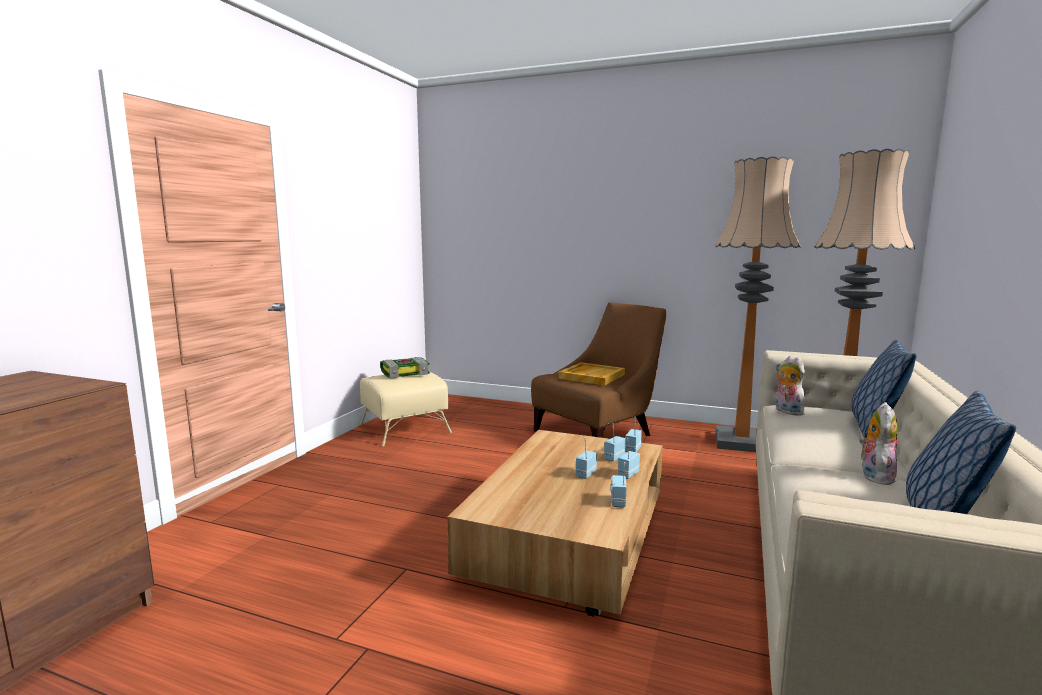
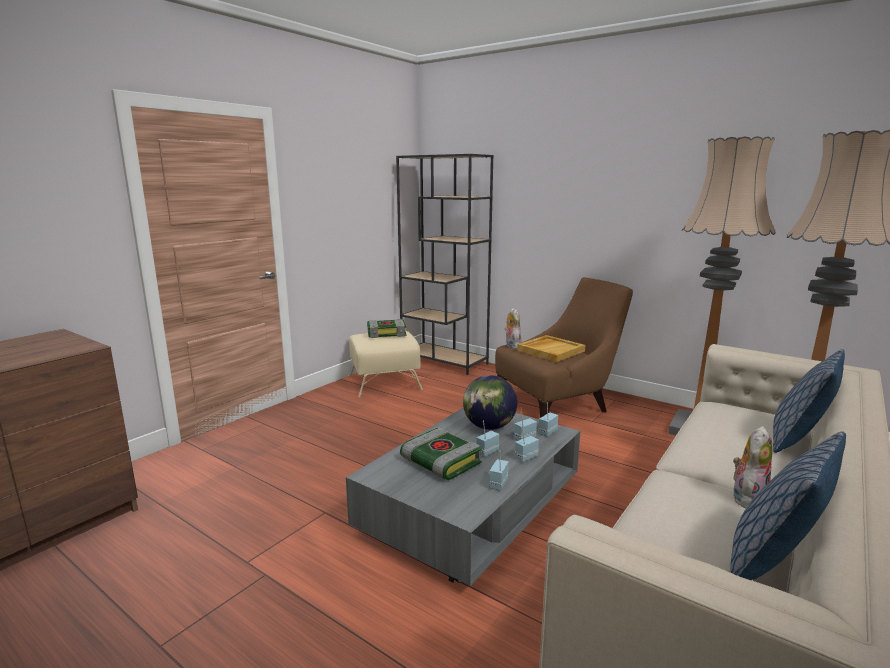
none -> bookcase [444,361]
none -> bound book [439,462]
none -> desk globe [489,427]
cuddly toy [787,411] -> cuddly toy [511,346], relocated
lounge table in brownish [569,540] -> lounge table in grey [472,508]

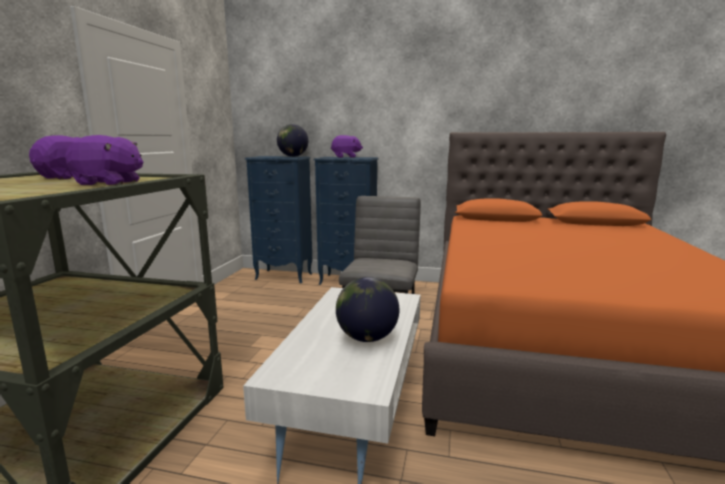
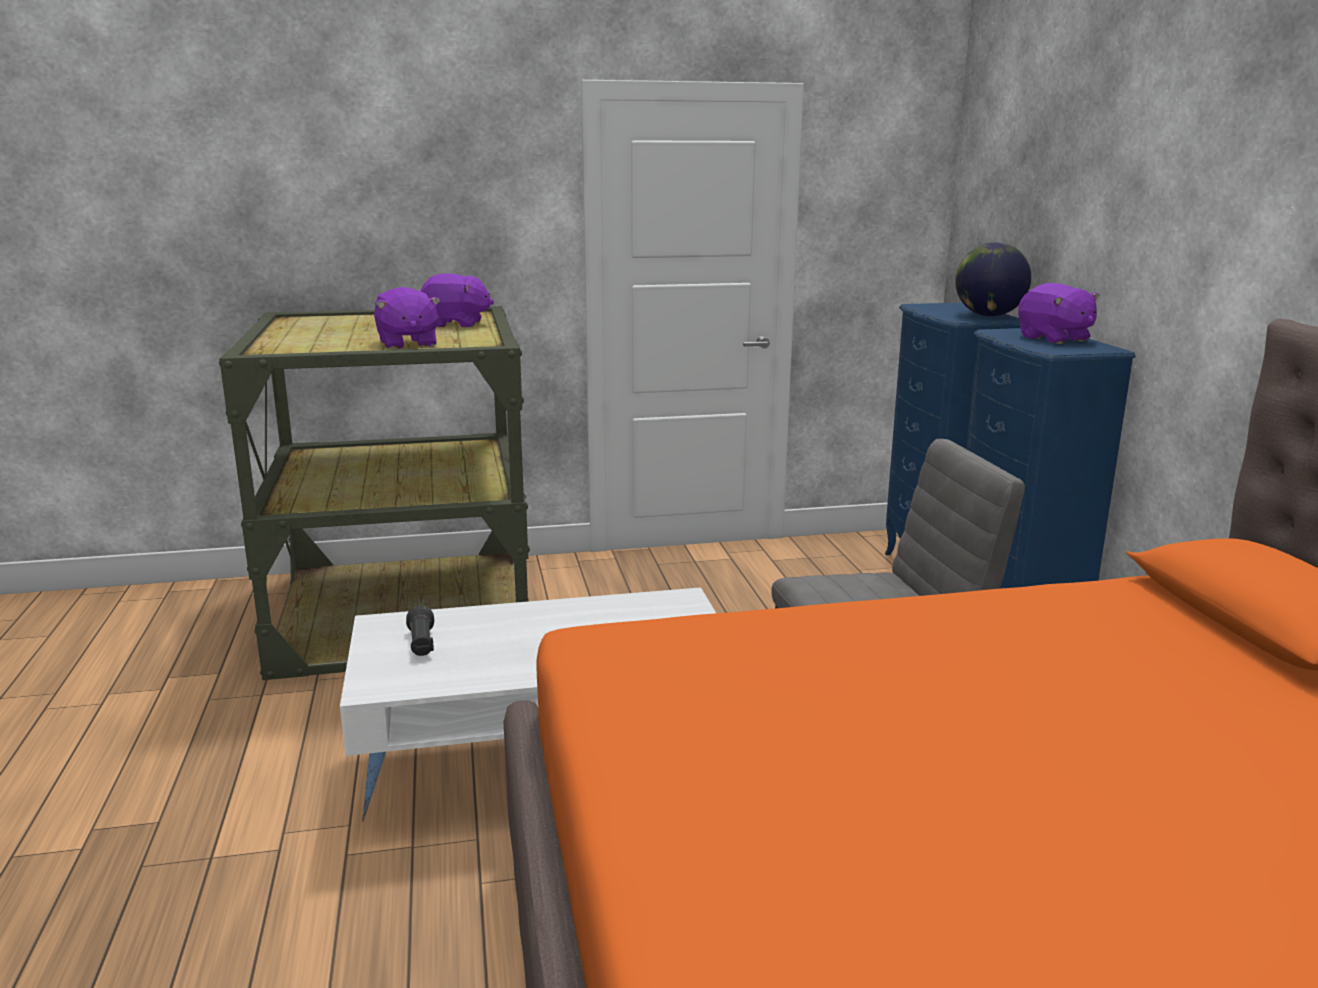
desk globe [367,338] -> none
none -> hand torch in black-coloured [421,644]

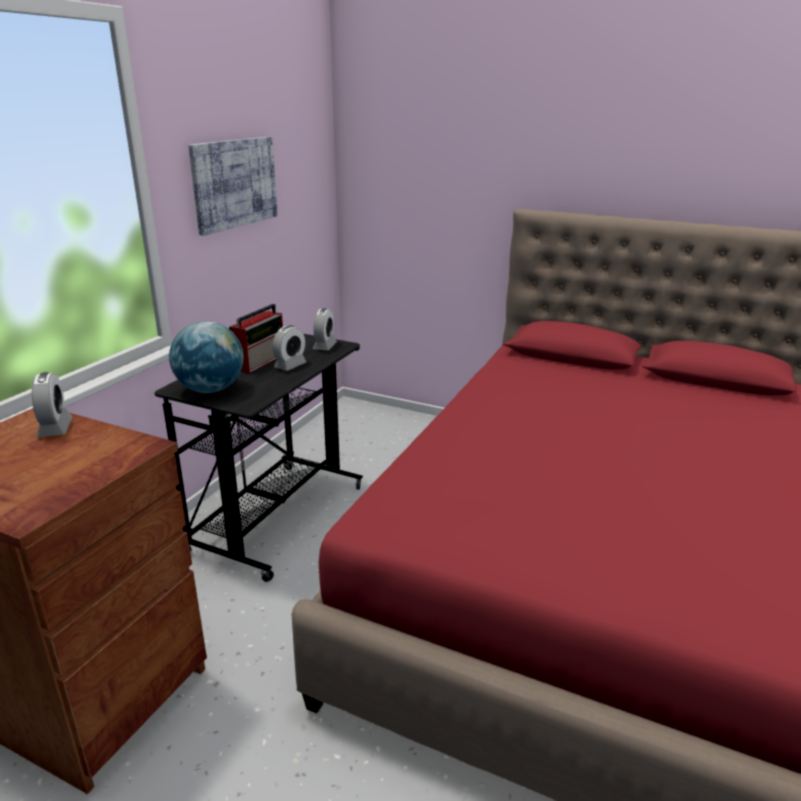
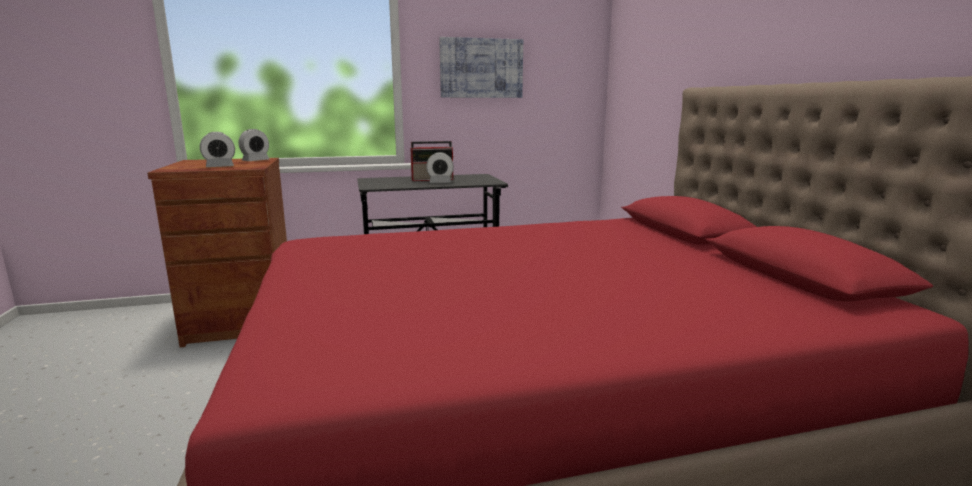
desk globe [211,389] -> none
bedside clock [324,346] -> bedside clock [220,167], relocated

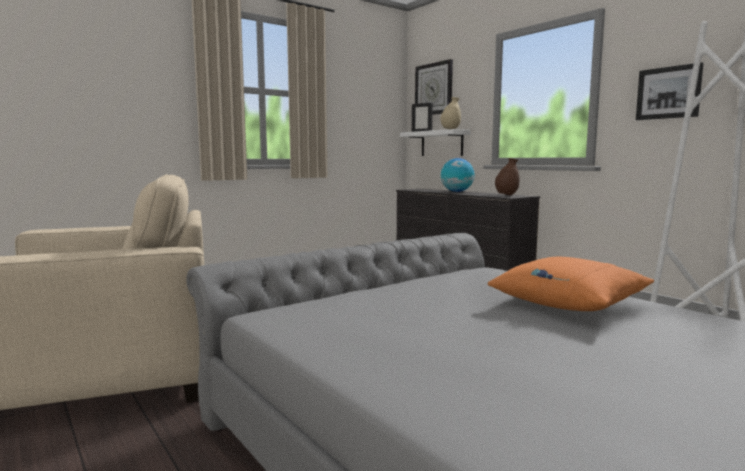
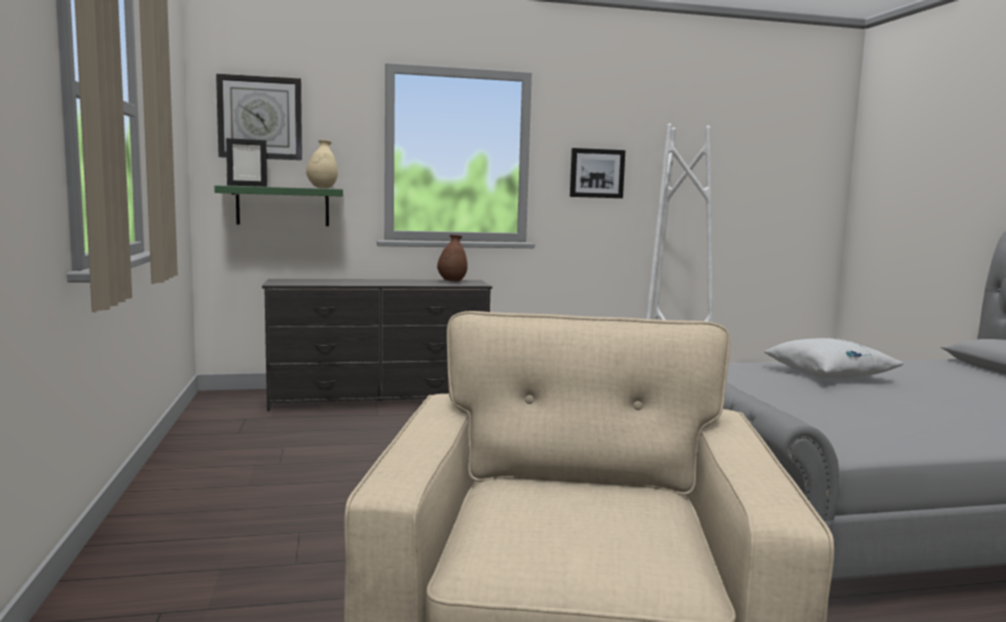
desk globe [457,191] -> none
wall shelf in whitish [442,143] -> wall shelf in green [283,206]
cushion in orangey [568,305] -> cushion in grey [829,375]

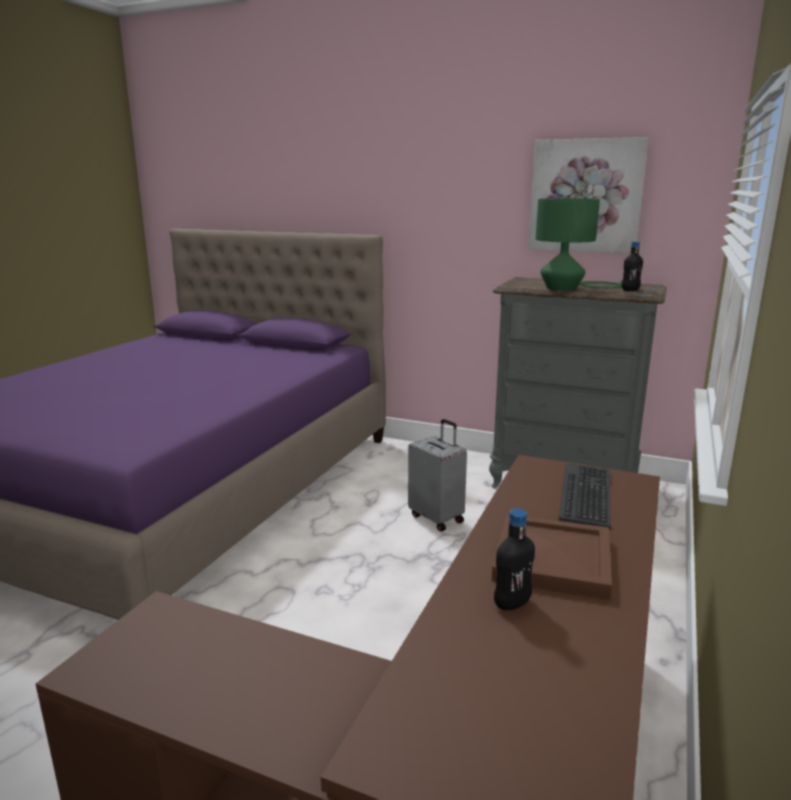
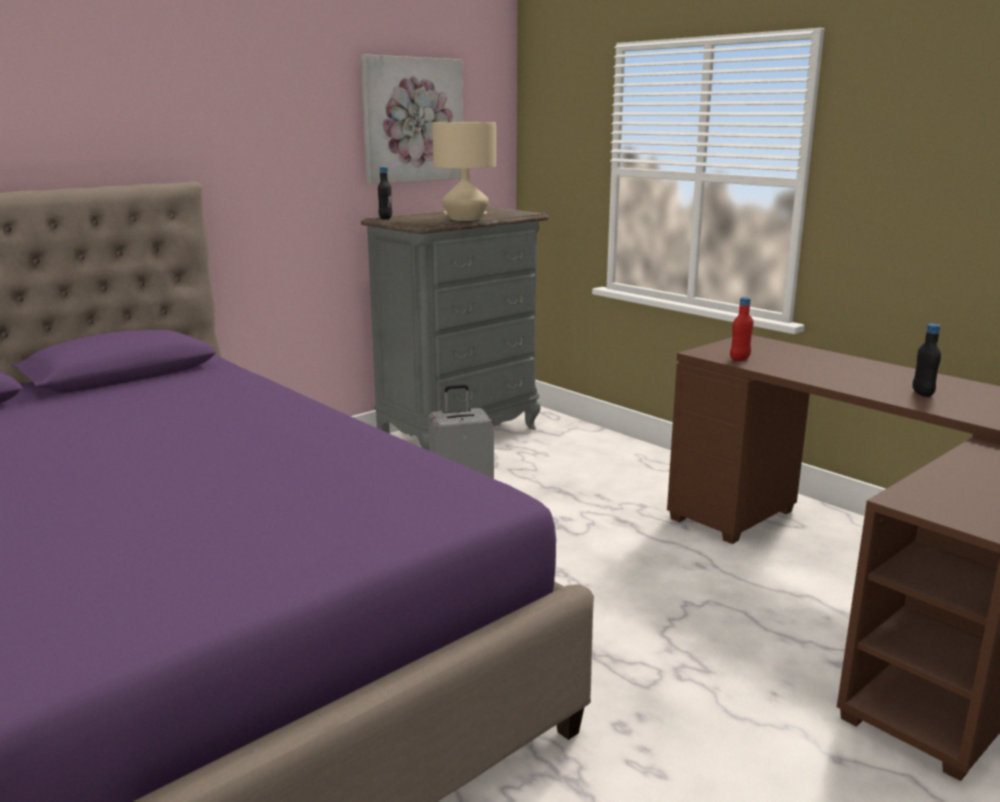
carrying tray in brownish [550,560] -> none
computer keyboard [587,495] -> none
none -> beverage bottle in red-coloured [740,359]
beverage bottle in black-coloured [630,290] -> beverage bottle in black-coloured [385,218], relocated
table lamp in green [577,287] -> table lamp in beige [465,216]

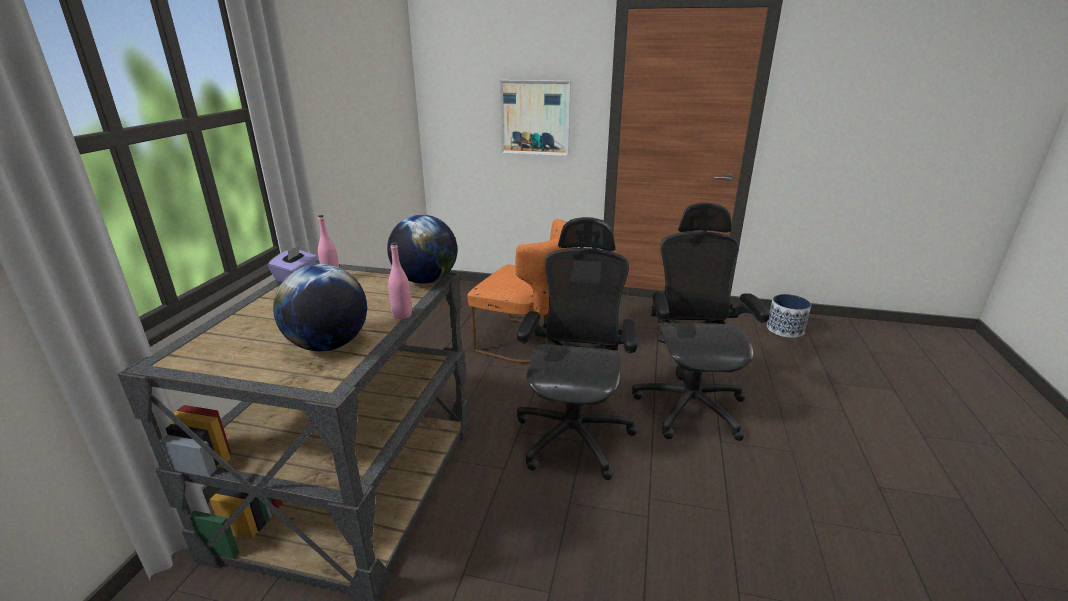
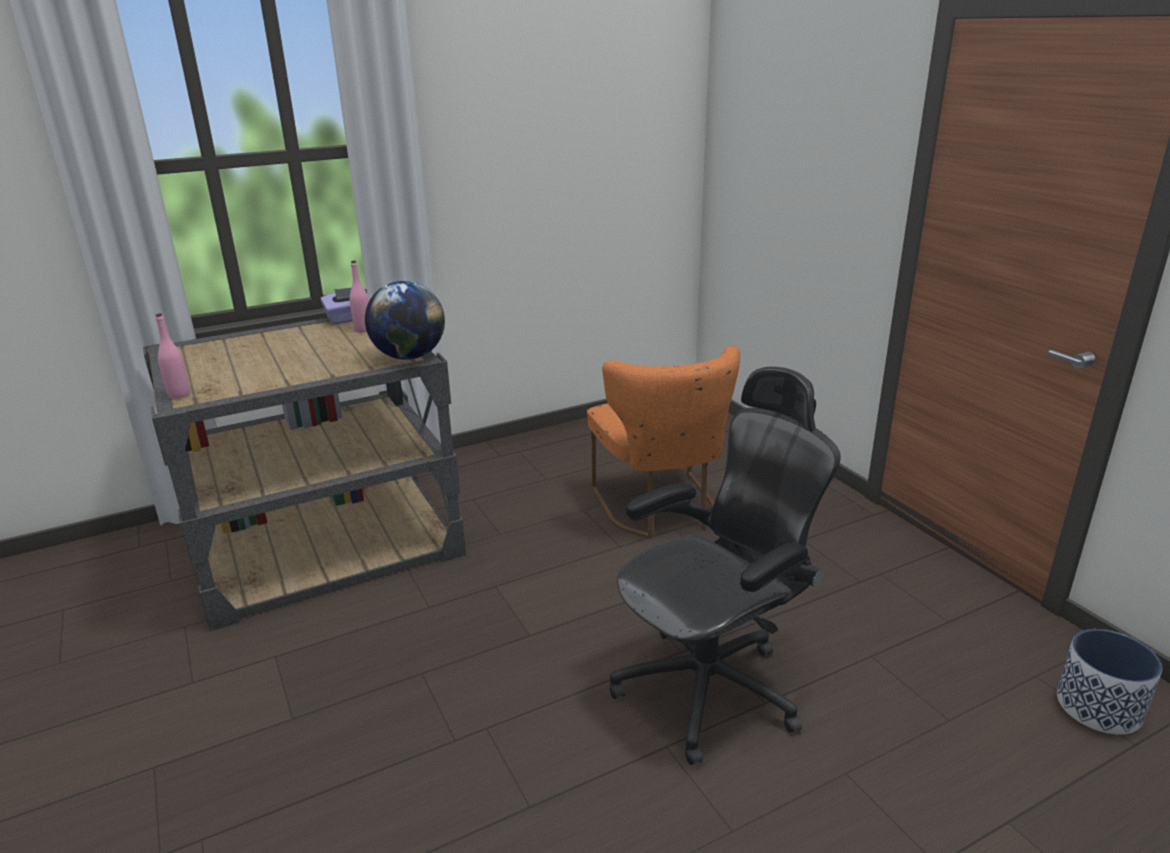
desk globe [329,345] -> none
picture [535,117] -> none
computer chair [574,433] -> none
beverage bottle in pinkish [402,315] -> beverage bottle in pinkish [179,394], relocated

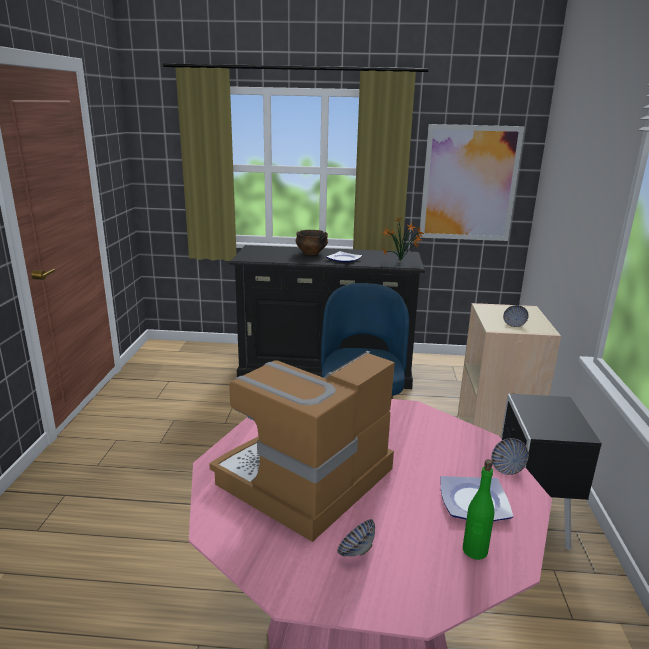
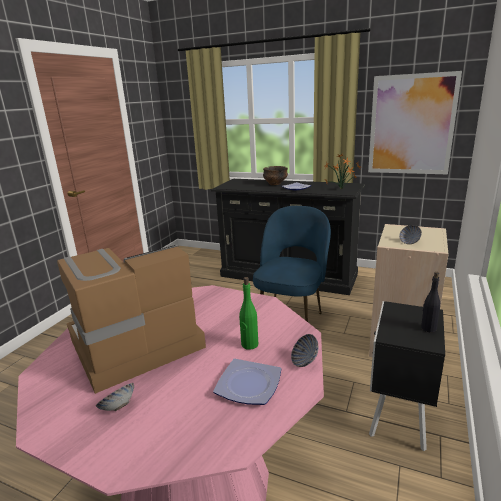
none -> beverage bottle in black-coloured [428,328]
beverage bottle in green [474,551] -> beverage bottle in green [249,344], relocated

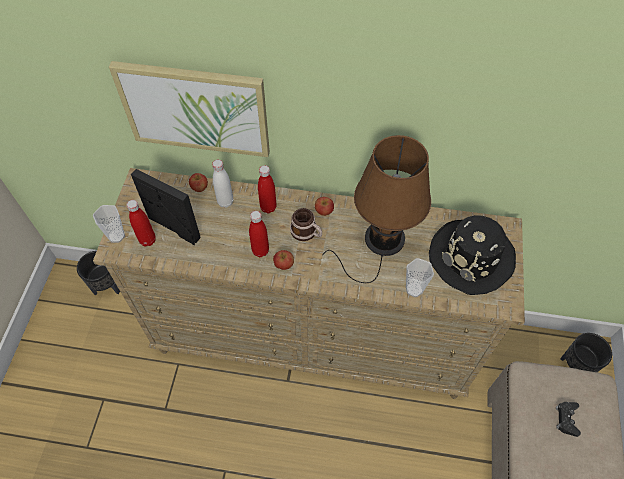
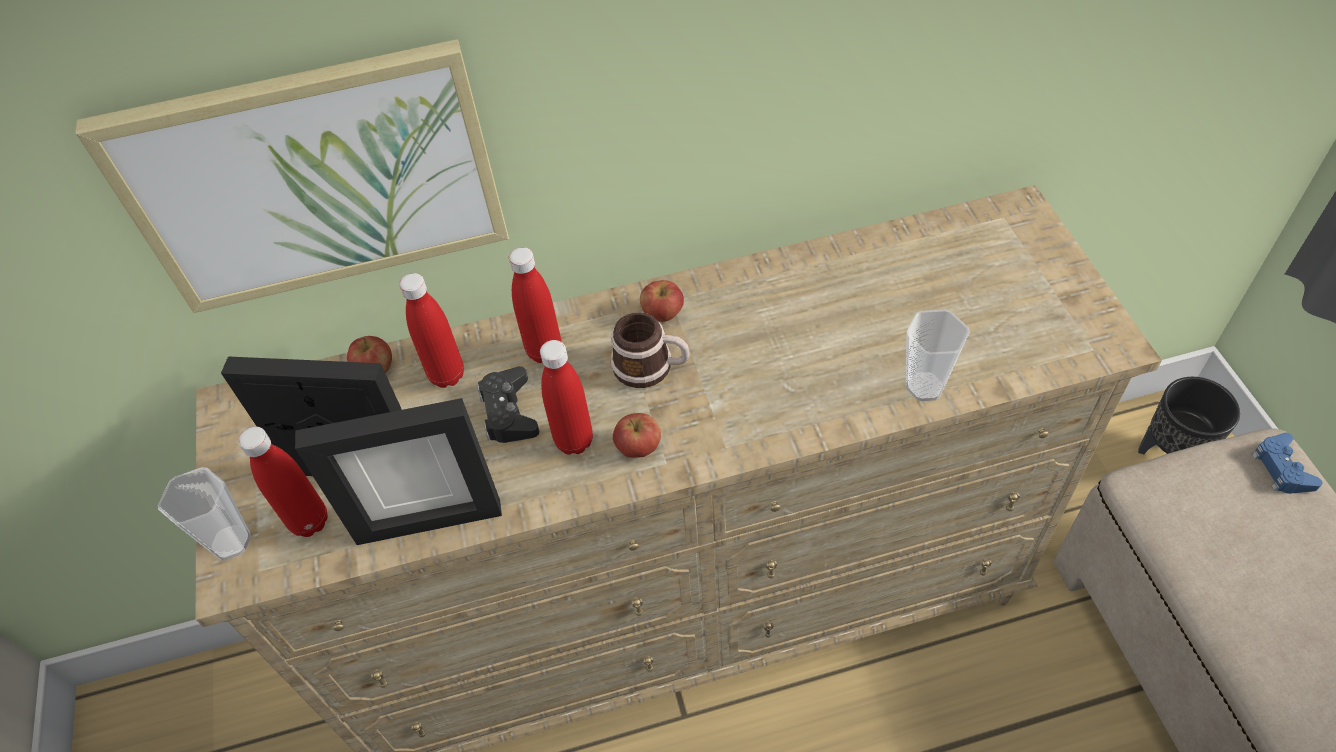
planter in black-coloured [107,286] -> none
table lamp in brownish [381,242] -> none
hat in black-coloured [472,257] -> none
none -> standing frame [428,519]
none -> joypad in bluish [1281,468]
joypad in black-coloured [566,419] -> joypad in black-coloured [509,412], relocated
beverage bottle in whitish [225,202] -> beverage bottle in red-coloured [447,375]

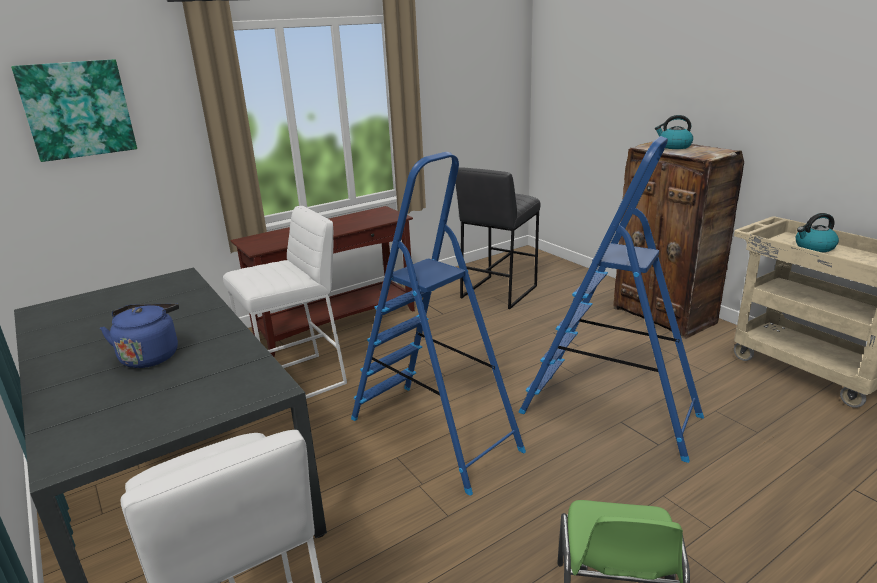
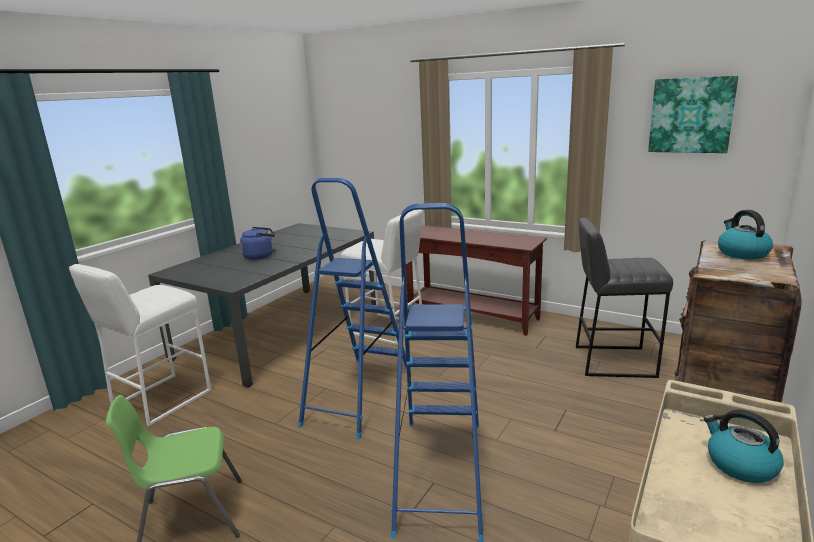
picture [77,109] -> picture [691,115], relocated

